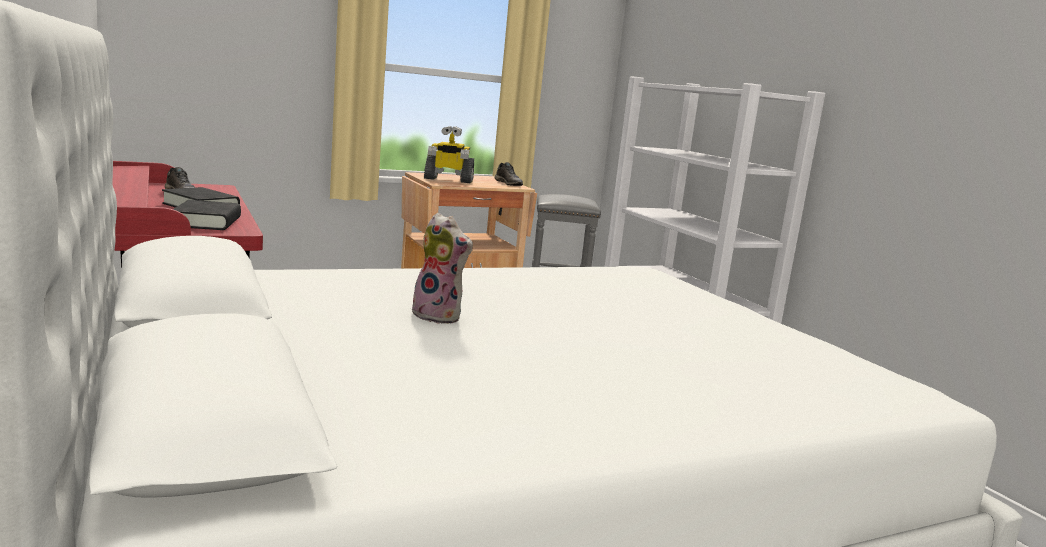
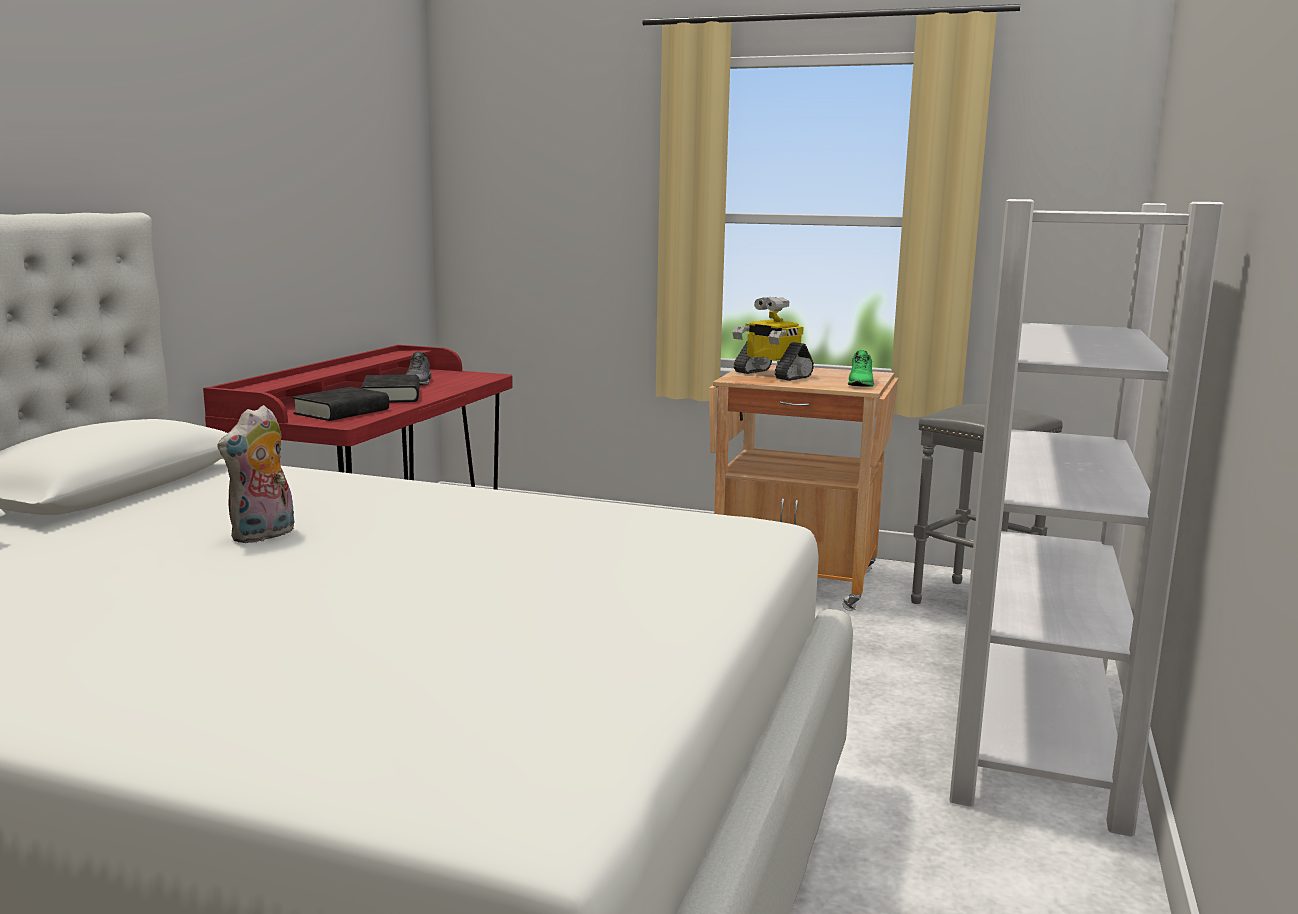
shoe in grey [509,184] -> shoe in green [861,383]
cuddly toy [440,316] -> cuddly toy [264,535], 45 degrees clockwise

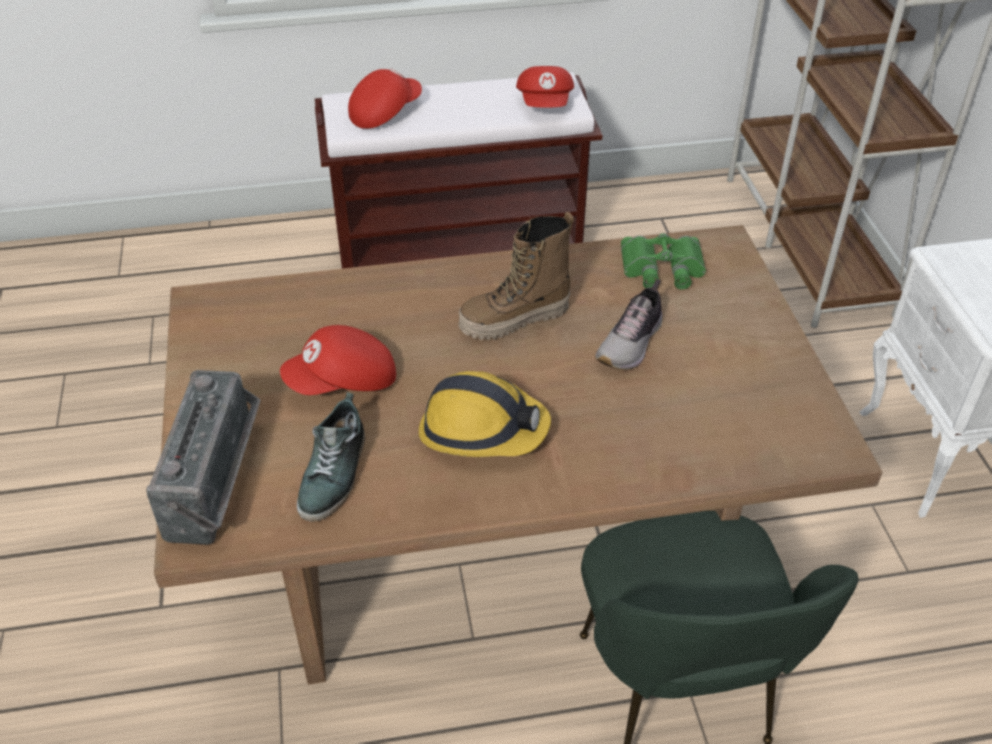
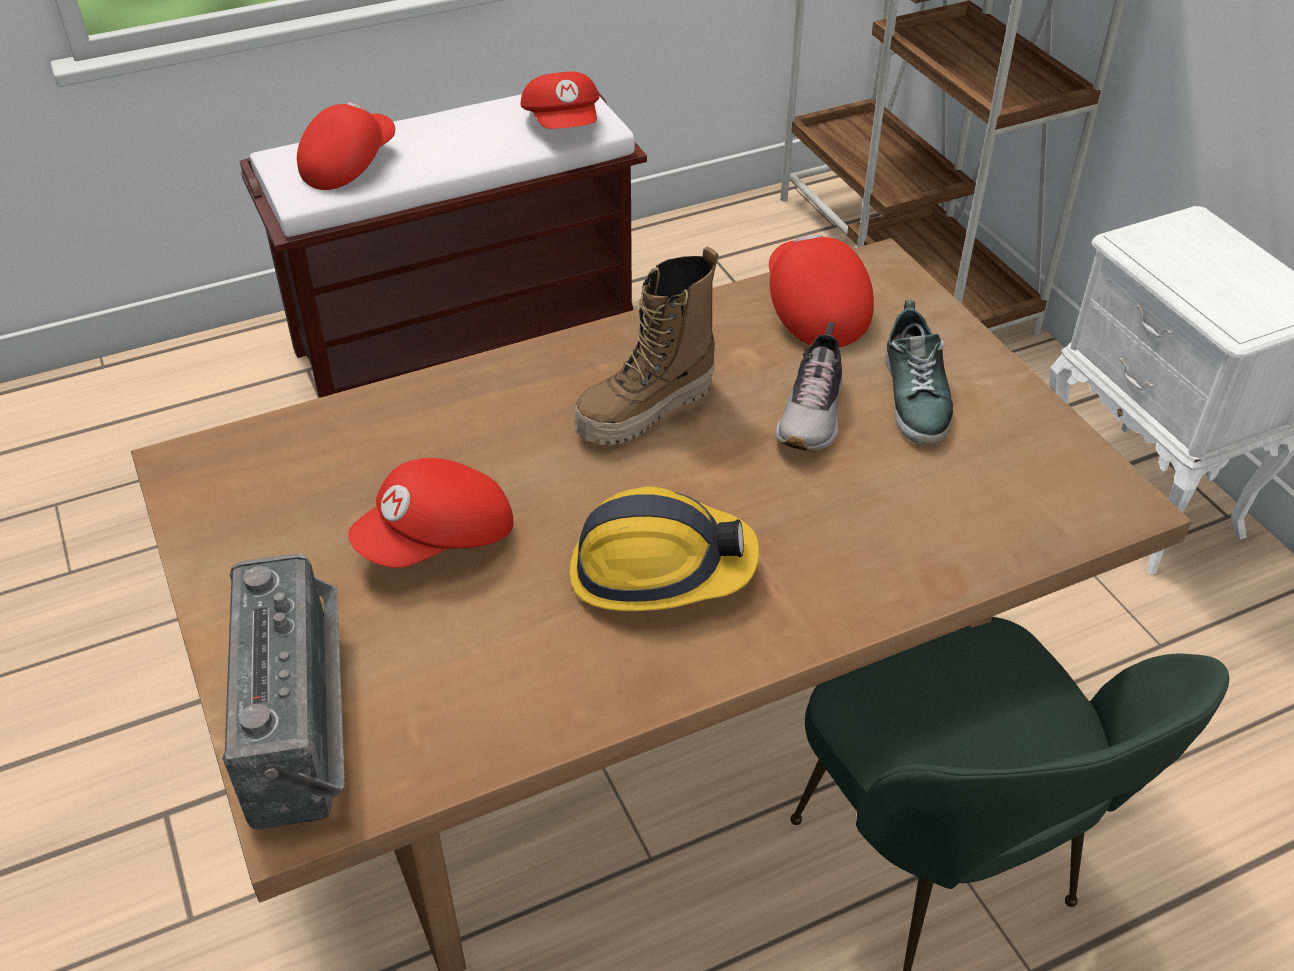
shoe [335,474] -> shoe [916,396], relocated
pair of binoculars in green [662,269] -> baseball cap in red-coloured [813,310]

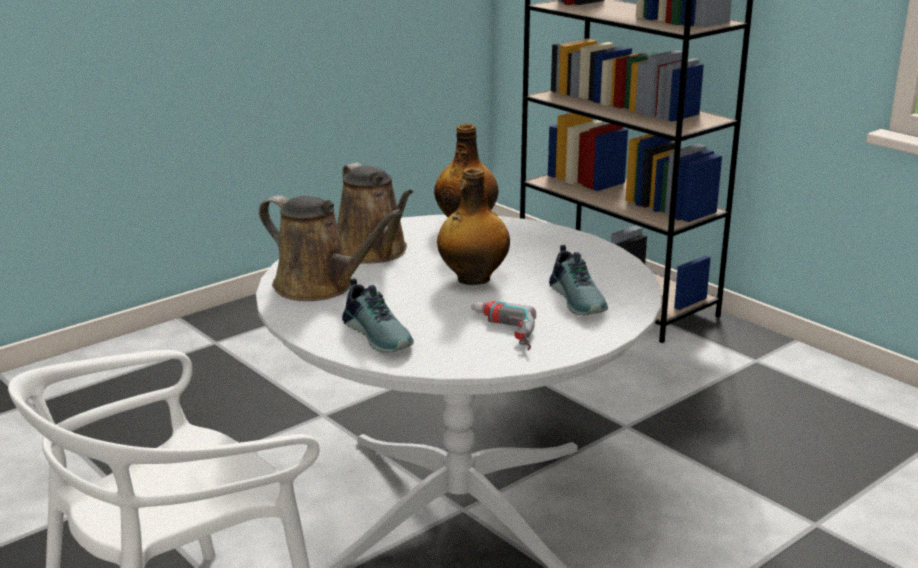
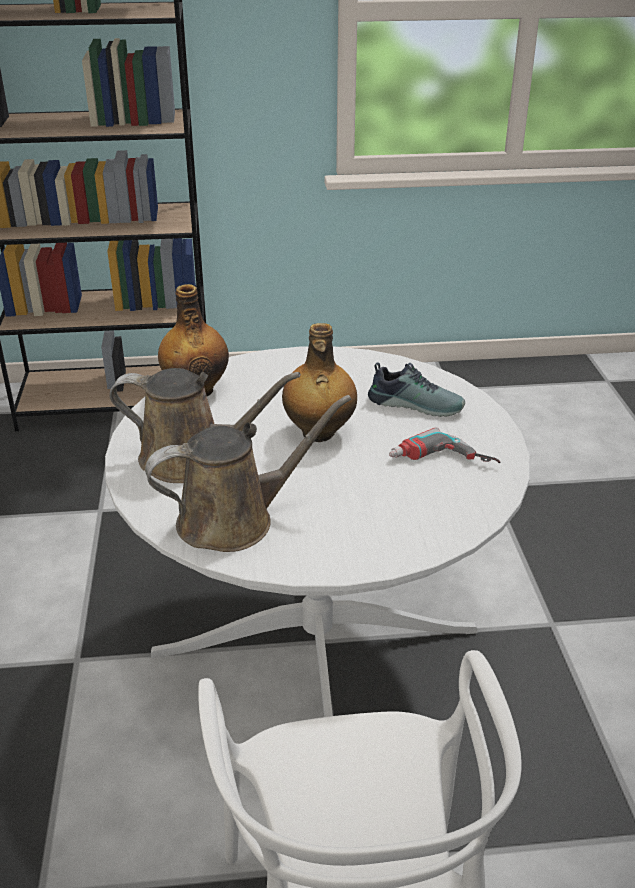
shoe [379,335] -> none

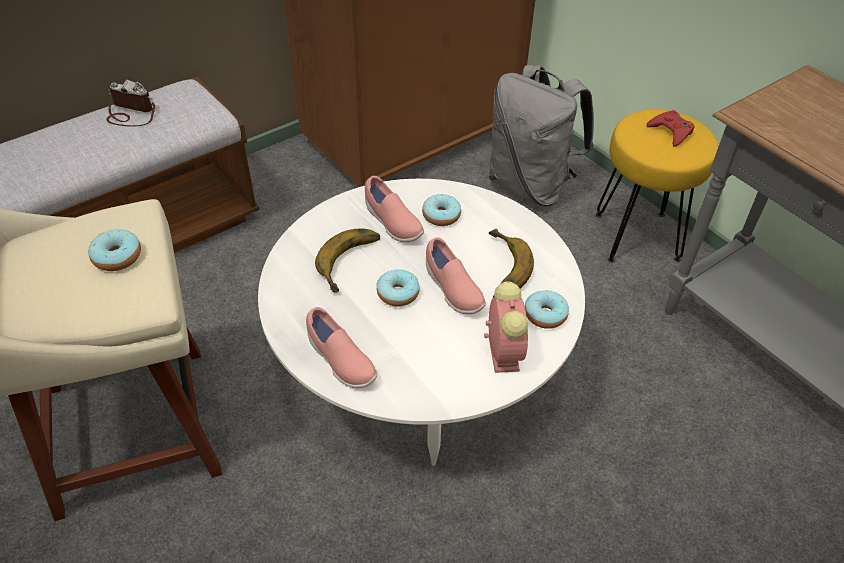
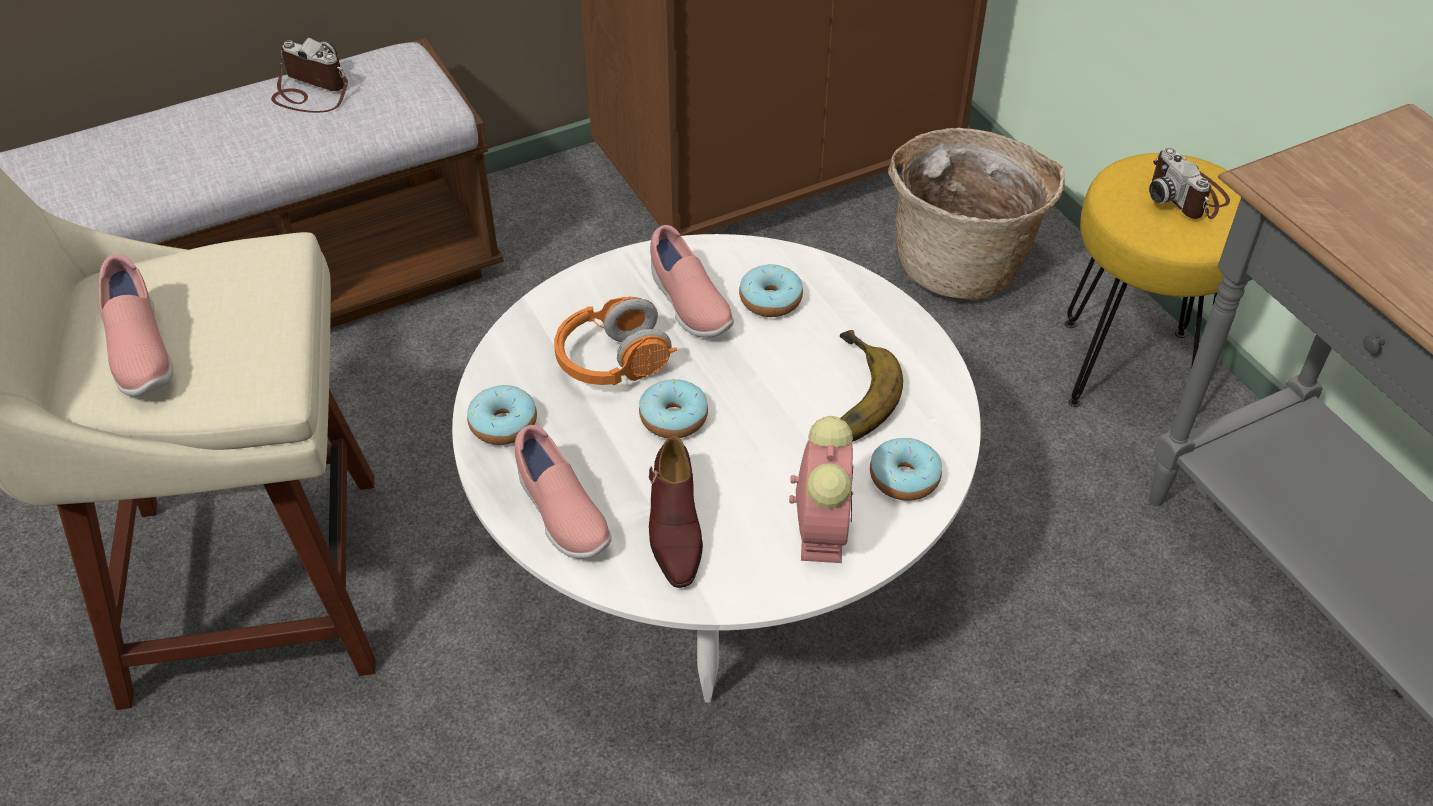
none -> shoe in brownish [674,529]
doughnut [117,257] -> doughnut [503,424], relocated
shoe in pinkish [452,290] -> shoe in pinkish [140,353], relocated
banana [353,263] -> headset in orangey [613,363]
rucksack in grey [530,185] -> basket [963,262]
joypad in red-coloured [671,132] -> still camera [1187,195]

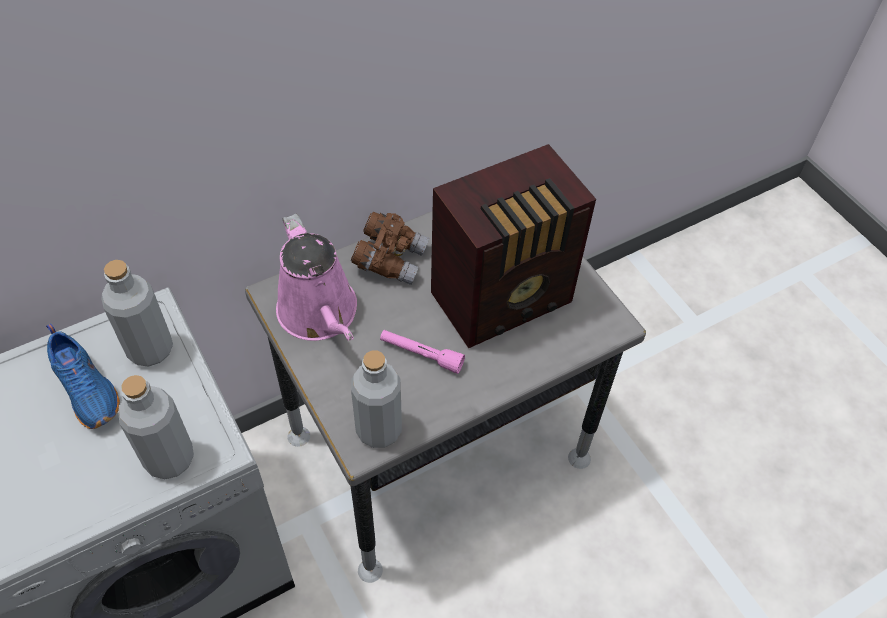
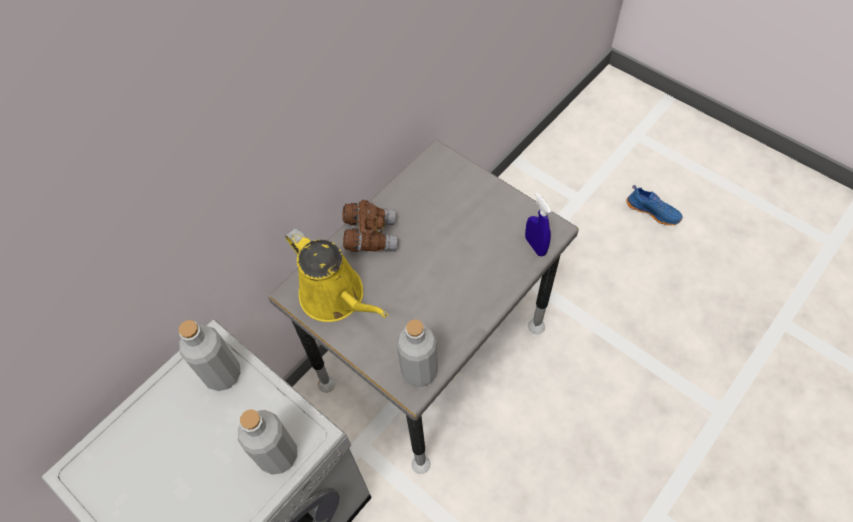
hand torch in pinkish [421,355] -> none
radio set [505,299] -> none
none -> spray bottle in bluish [535,246]
shoe in bluish [88,388] -> shoe in bluish [653,211], relocated
sprinkling can in pinkish [320,314] -> sprinkling can in yellow [336,297]

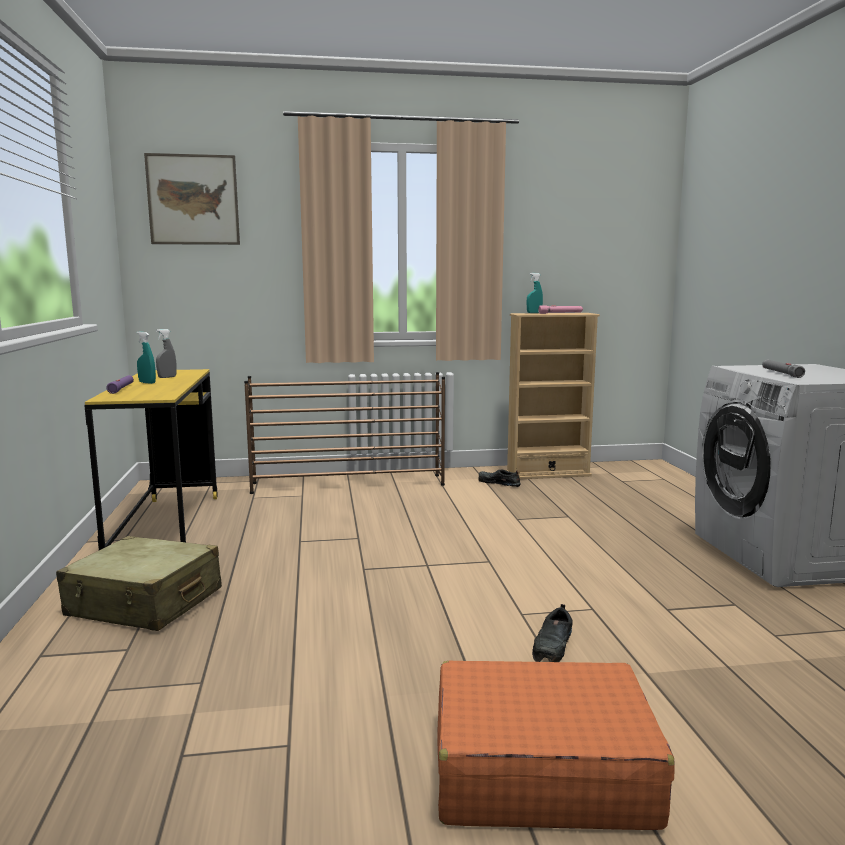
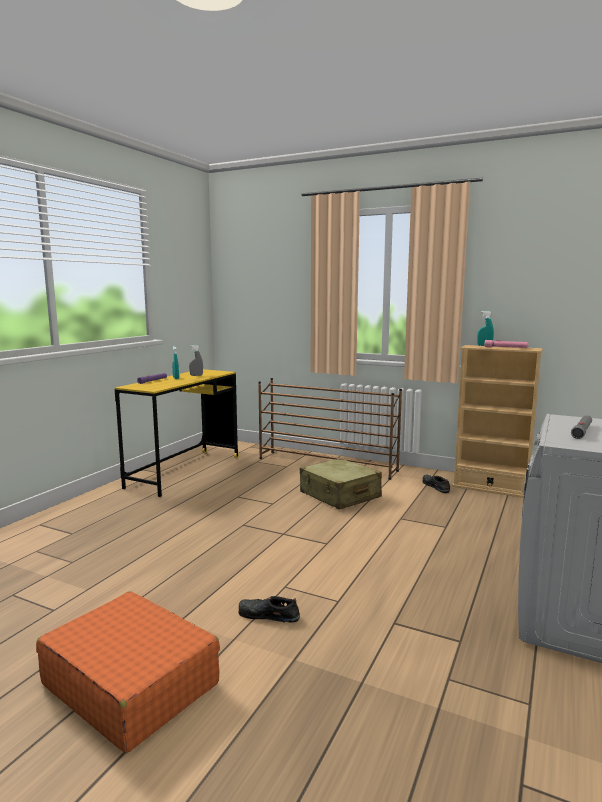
picture [193,200] -> none
travel case in beige [144,603] -> travel case in beige [339,495], relocated
shoe in black-coloured [553,645] -> shoe in black-coloured [267,615], 45 degrees clockwise

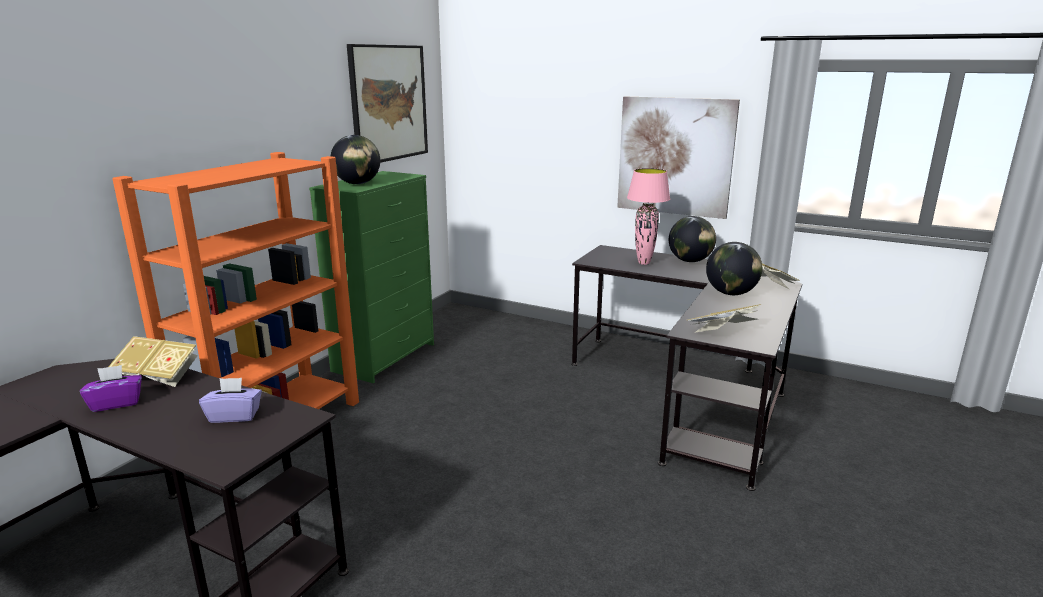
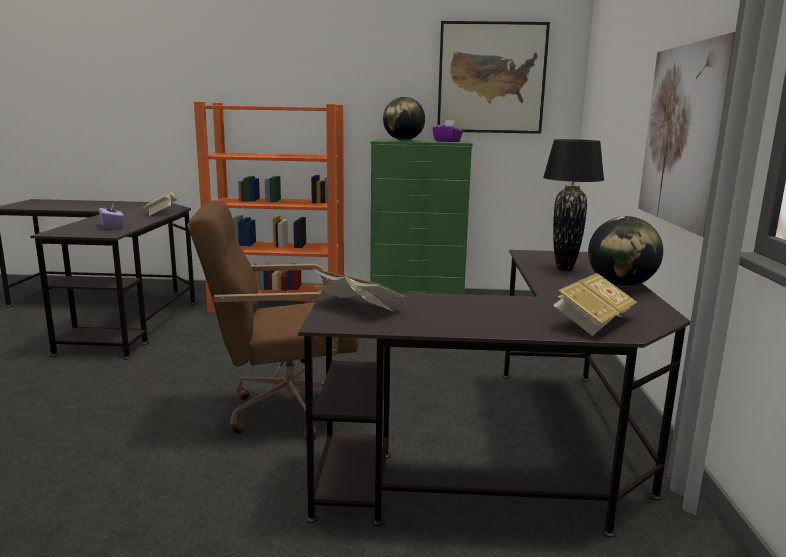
desk globe [730,293] -> none
none -> computer chair in brownish [282,412]
box of tissues in purplish [116,403] -> box of tissues in purplish [447,141], relocated
table lamp in pinkish [644,263] -> table lamp in black-coloured [565,269]

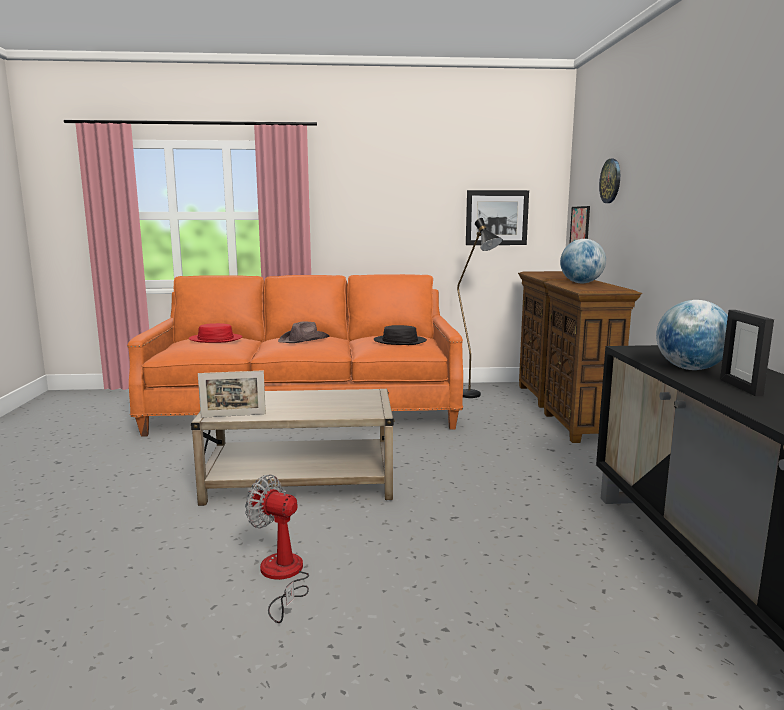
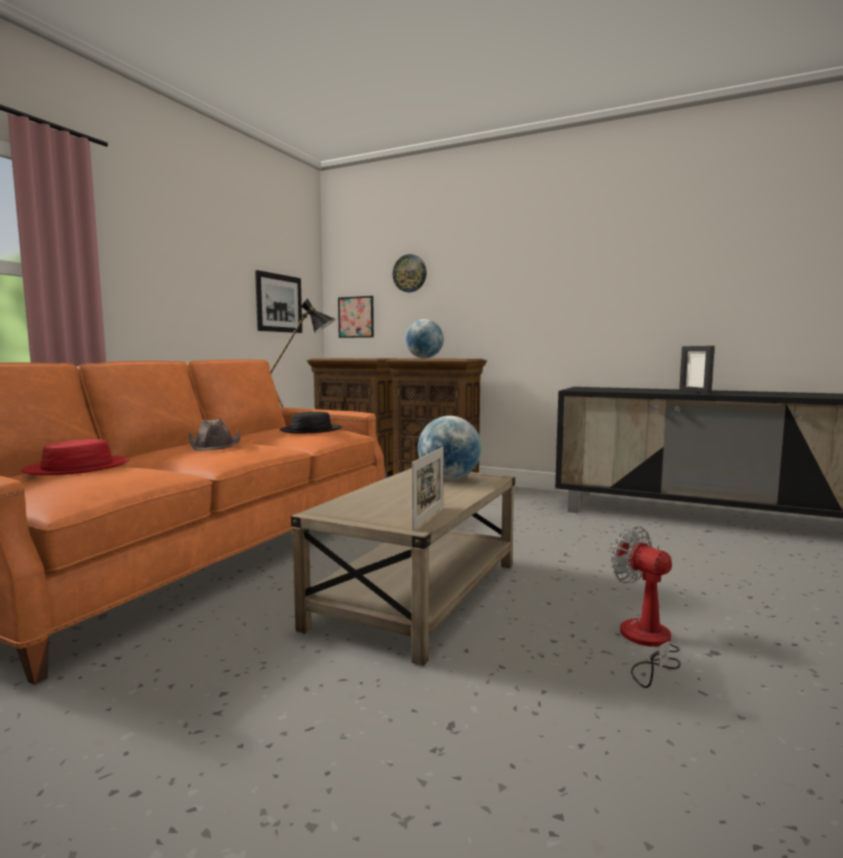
desk globe [690,369] -> desk globe [449,479], relocated
cooling fan [282,576] -> cooling fan [646,643], 90 degrees clockwise
standing frame [742,387] -> standing frame [695,392], 45 degrees clockwise

